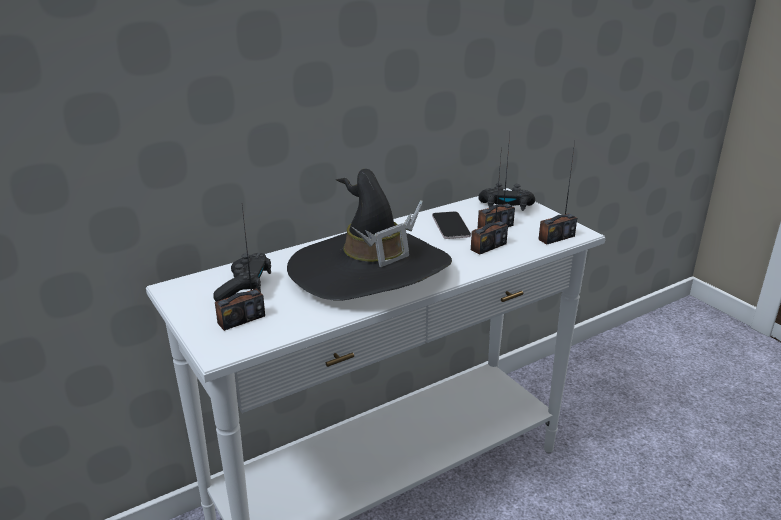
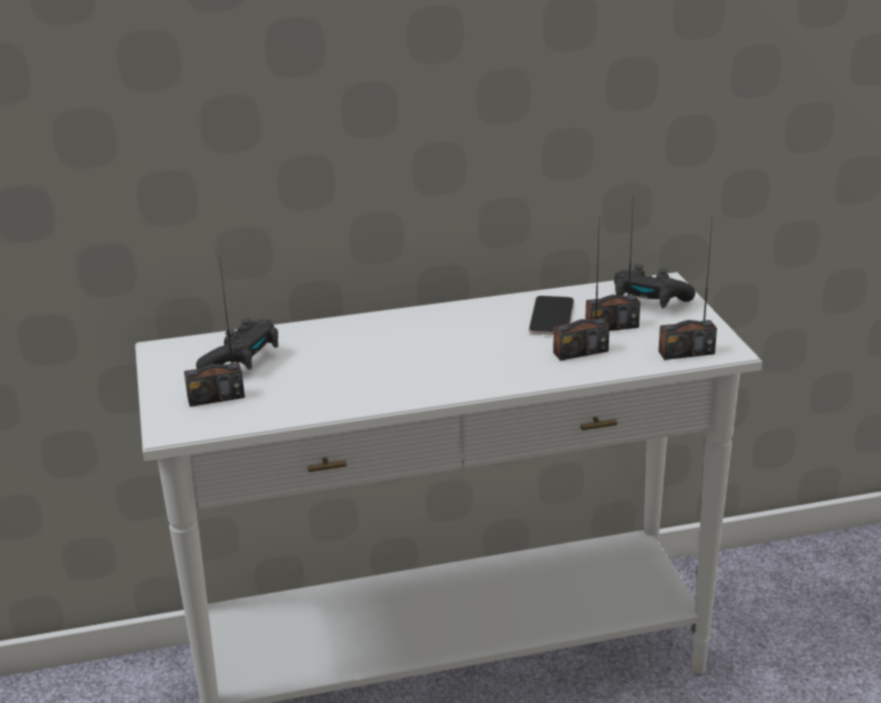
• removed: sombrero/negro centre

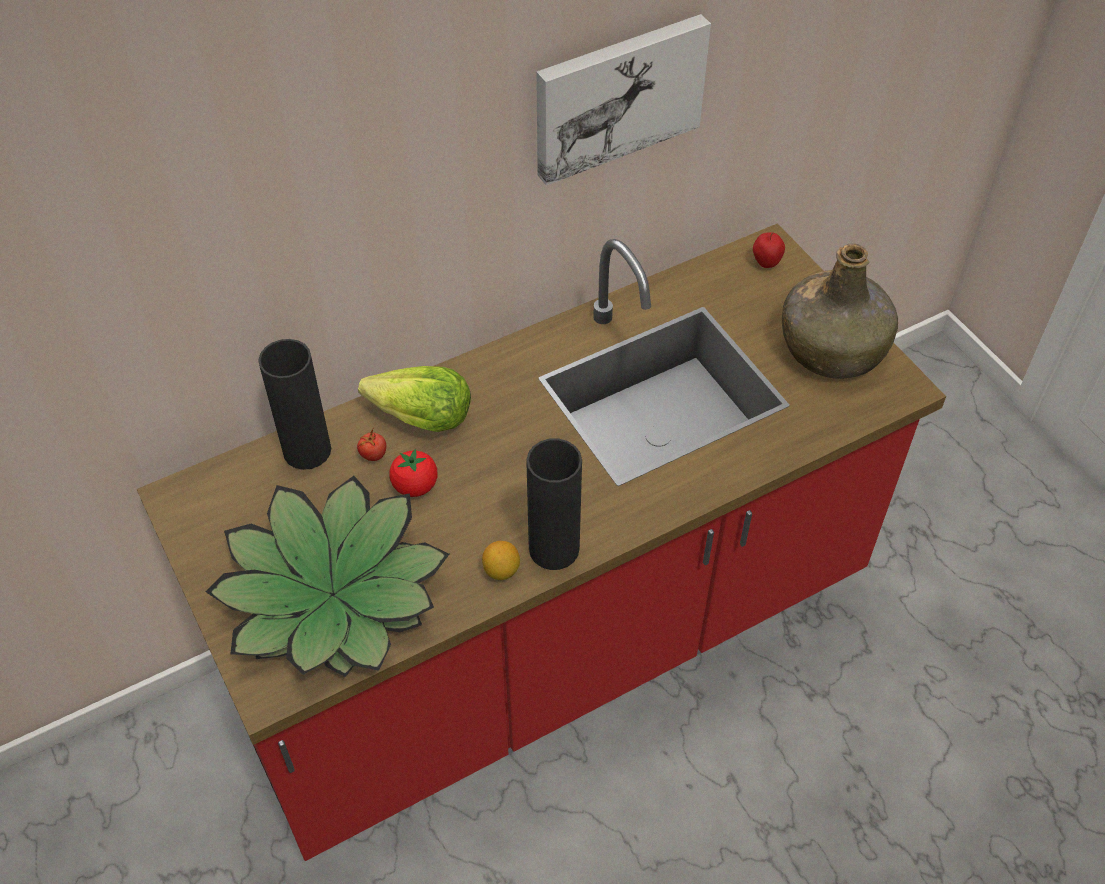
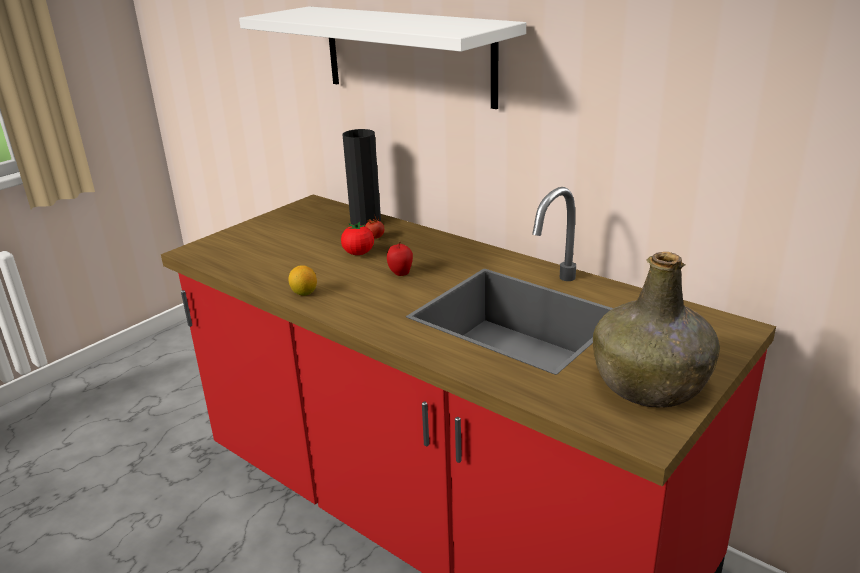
• added: estante/blanco top centre
• moved: manzana top right to centre
• removed: planta en maceta middle left
• removed: lechuga centre
• removed: florero/negro (2nd from left) centre
• removed: cuadro top centre

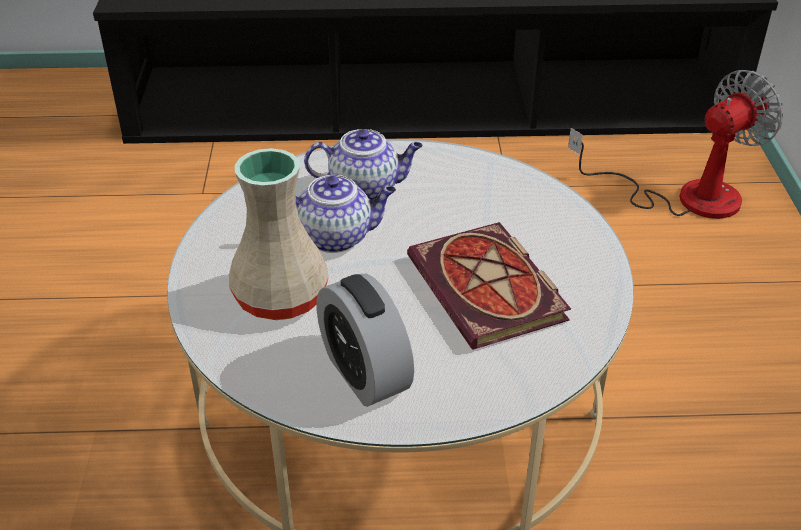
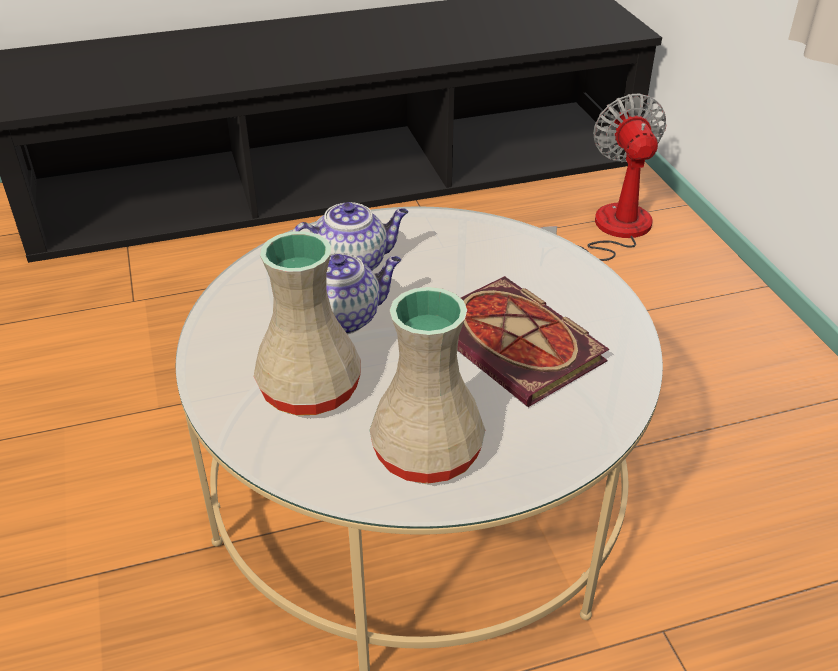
• replaced: despertador centre to florero/beis (2nd from left) centre
• turned: ventilador top right = top right 45 degrees counterclockwise

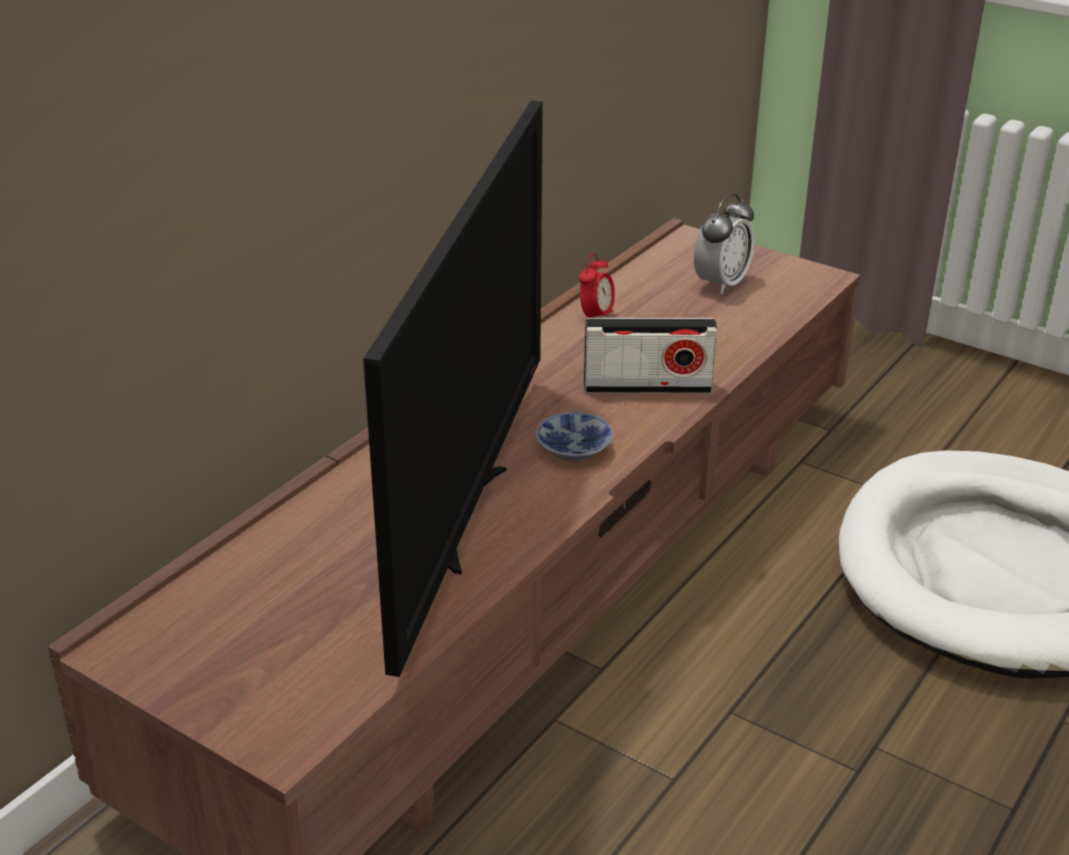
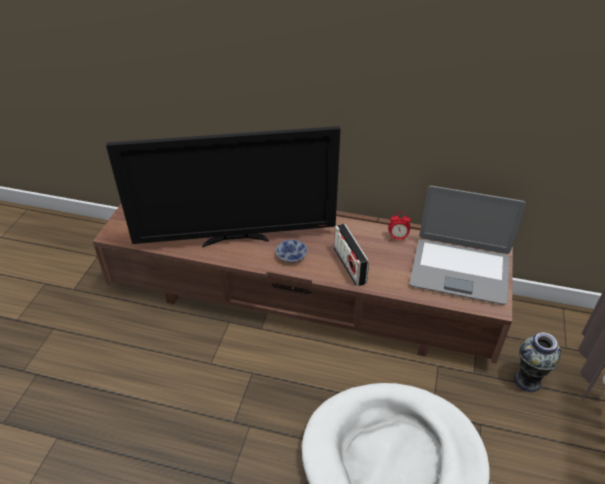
• replaced: despertador (2nd from left) top right to portátil middle right
• added: florero bottom right

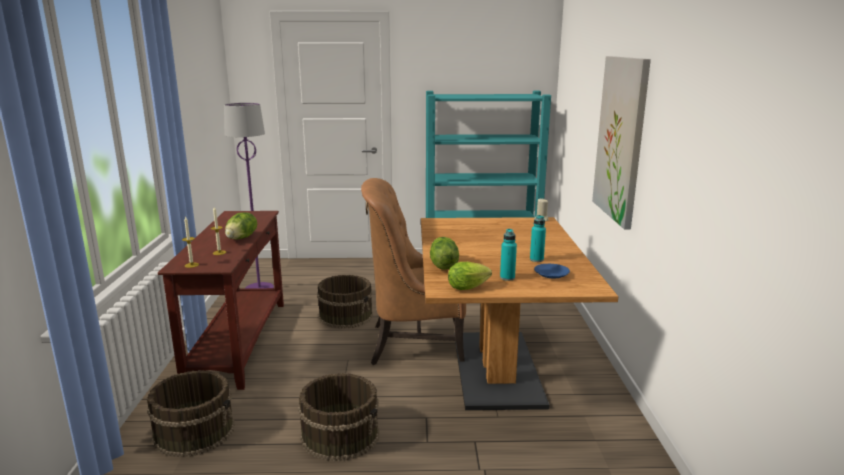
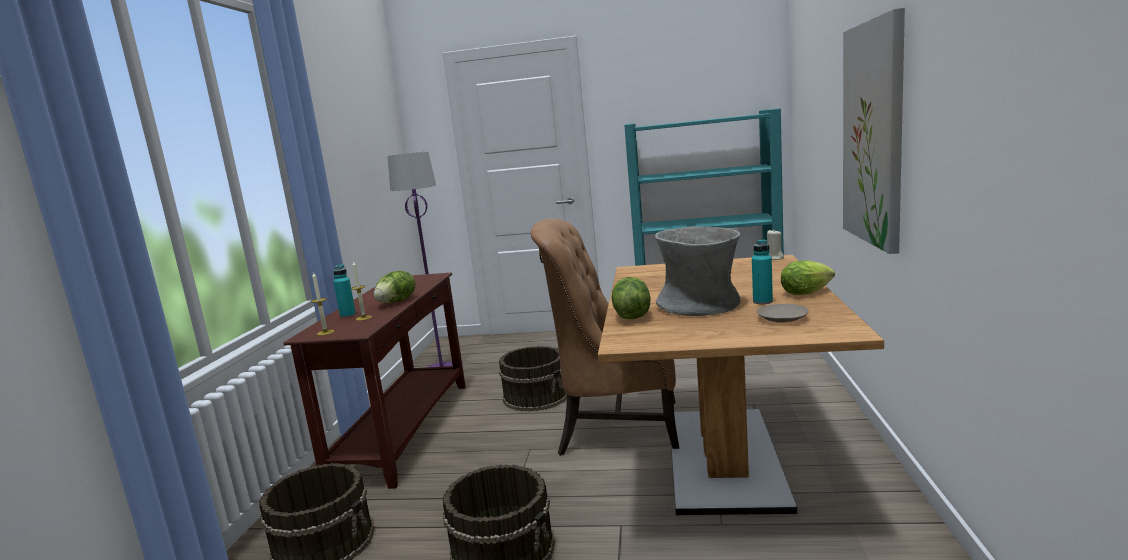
• moved: botella/turquesa (1st from left) centre to middle left
• added: florero/gris centre
• recoloured: plato/azul centre to plato/beis middle right
• moved: lechuga (3rd from left) centre to middle right

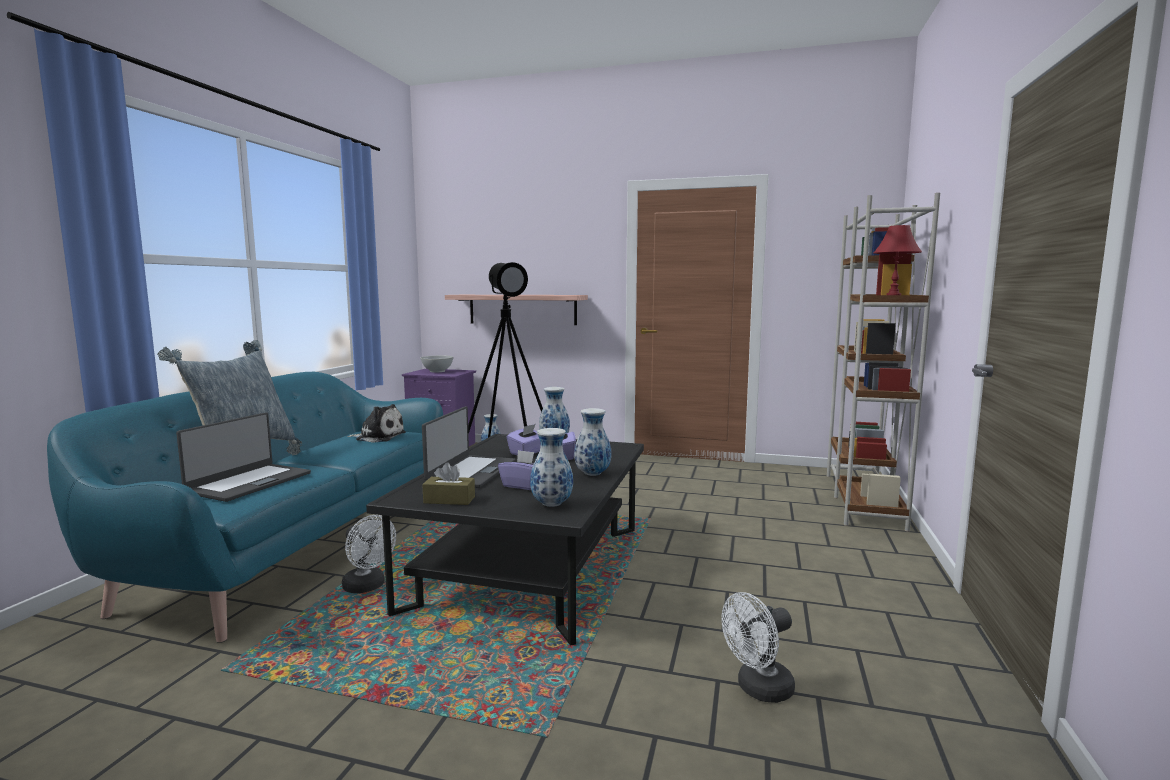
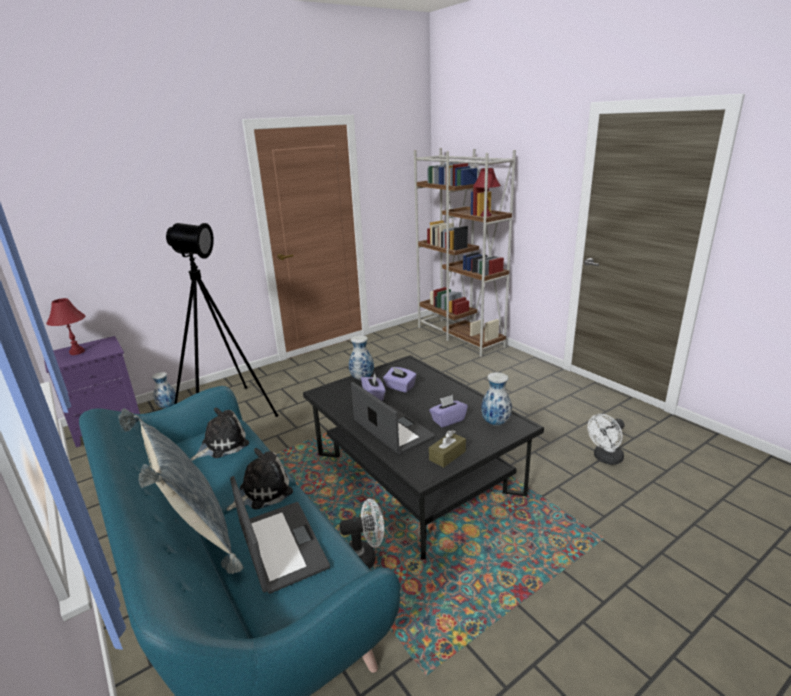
• replaced: cuenco/blanco centre to lámpara de mesa/rojo (1st from left) middle left
• added: peluche (2nd from left) bottom left
• turned: ventilador/blanco (2nd from left) bottom centre = middle right 45 degrees clockwise
• removed: estante centre
• removed: florero (4th from left) centre

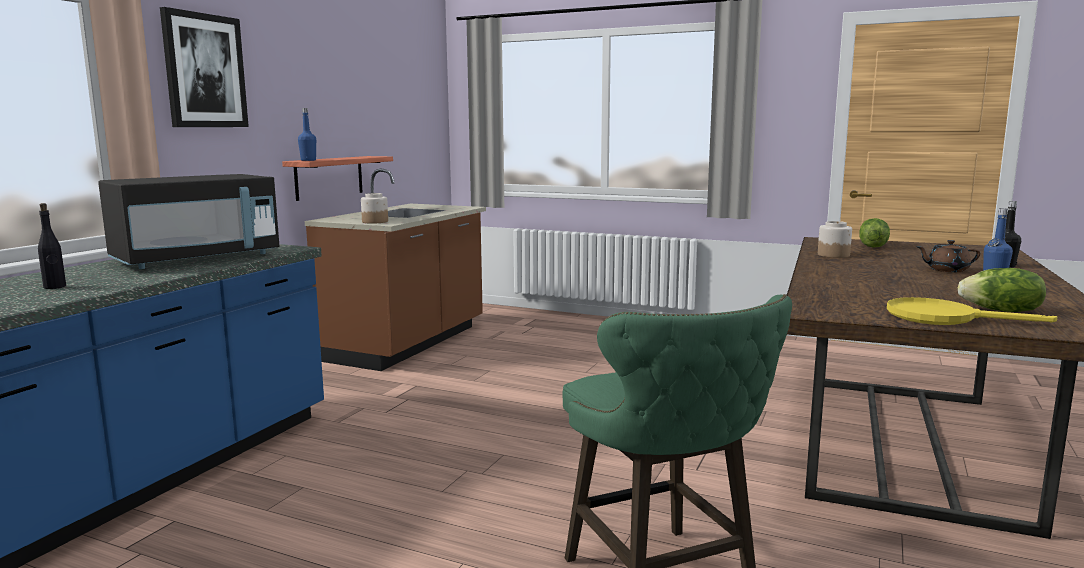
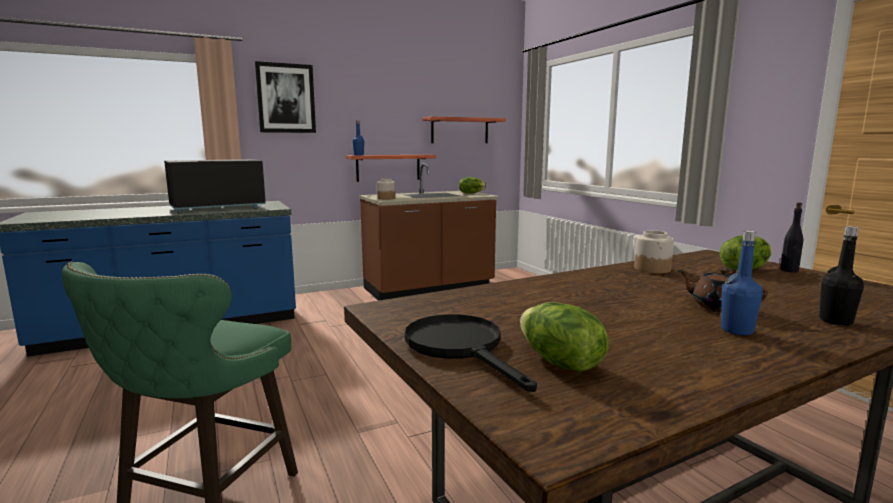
• turned: microondas/negro middle left = middle left 150 degrees clockwise
• recoloured: sartén/amarillo middle right to sartén/negro bottom centre
• added: estante (2nd from left) top centre
• added: lechuga (1st from left) centre
• moved: botella/negro (1st from left) middle left to middle right

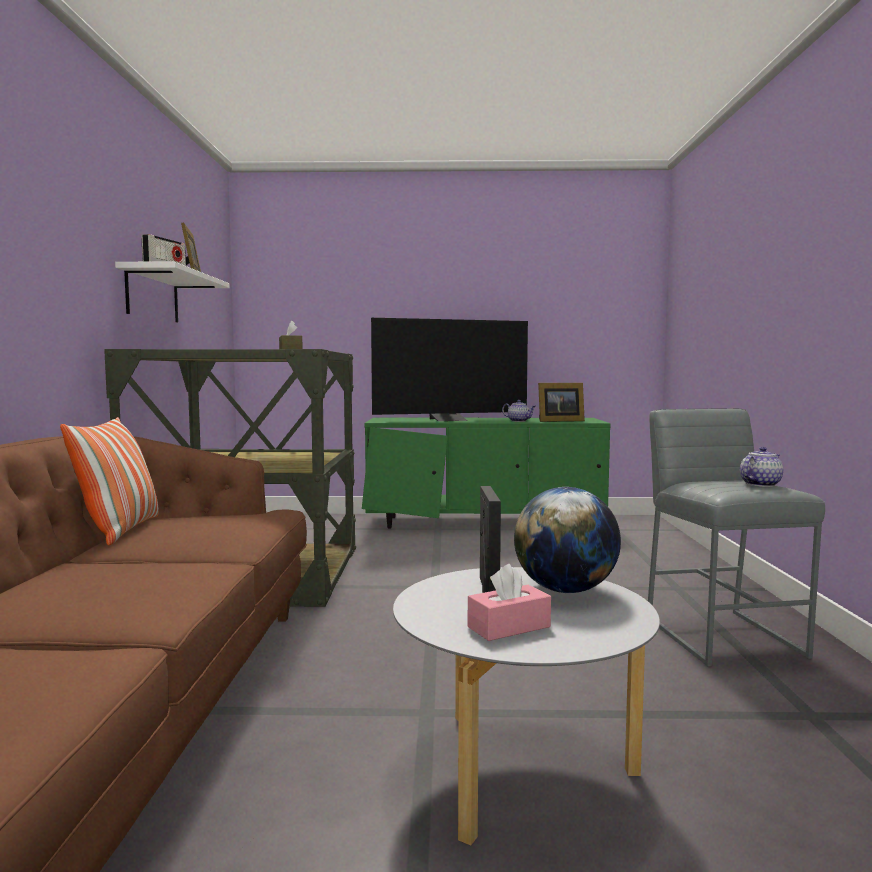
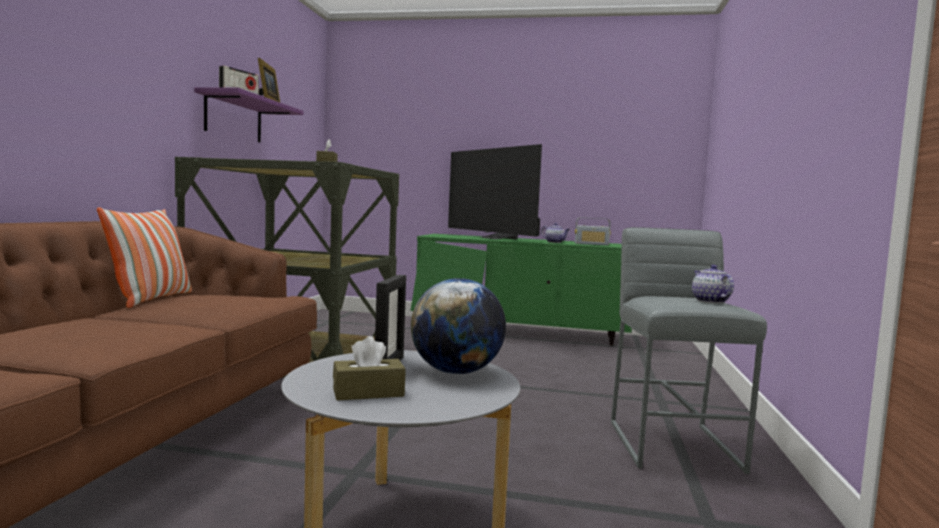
• recoloured: estante/blanco middle left to estante/morado top left
• recoloured: caja de pañuelos/rosa bottom centre to caja de pañuelos/marrón (2nd from left) bottom centre
• turned: televisor centre = centre 60 degrees clockwise
• replaced: portarretratos (3rd from left) centre to radio (2nd from left) centre
• turned: tetera (2nd from left) middle right = middle right 75 degrees counterclockwise

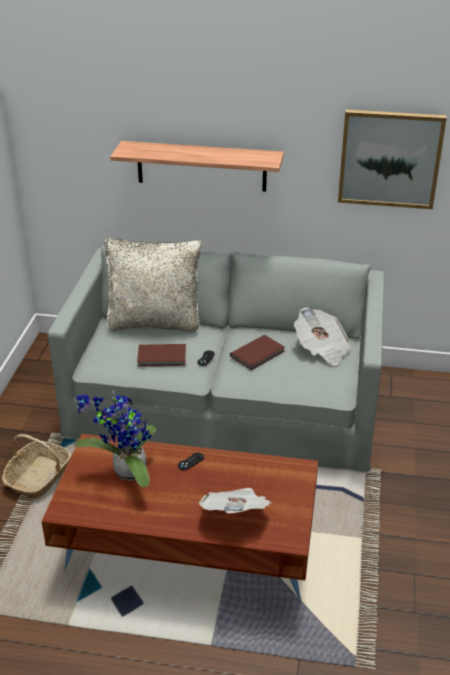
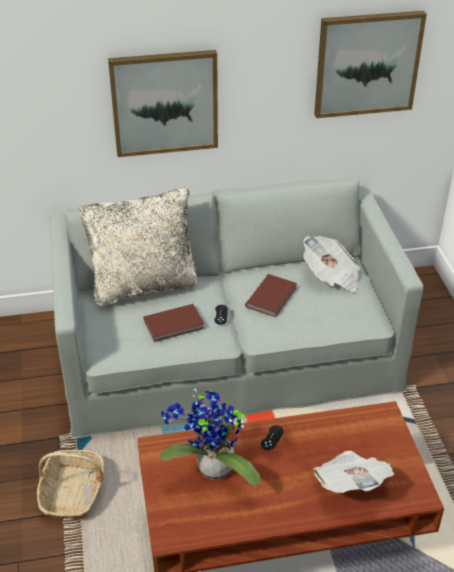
• replaced: estante top centre to cuadro (1st from left) top centre

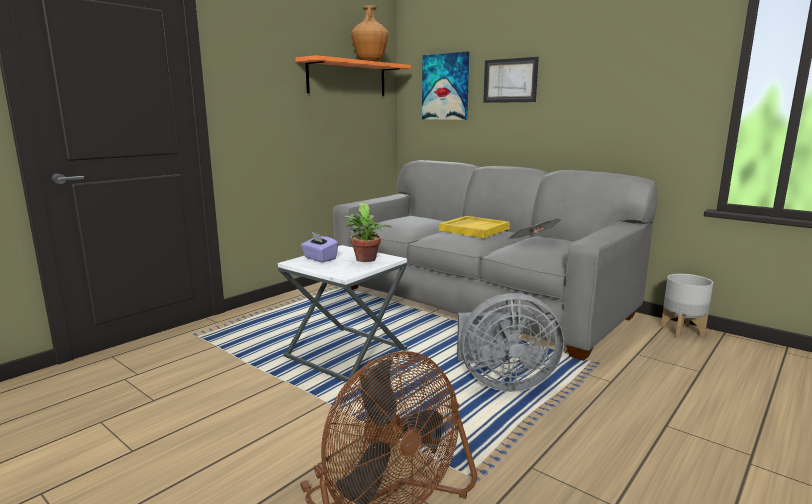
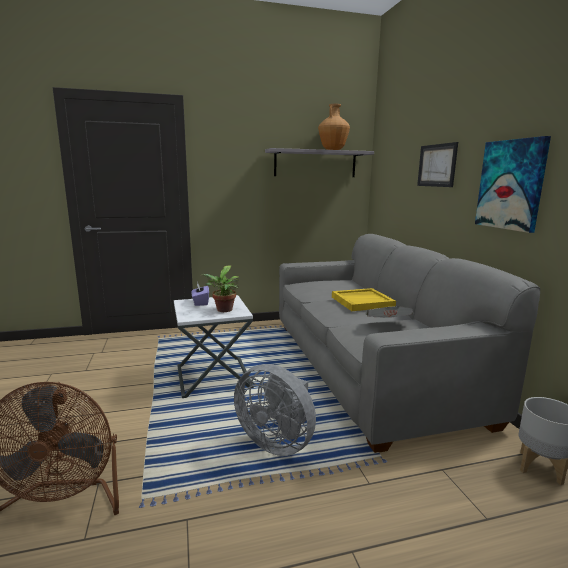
• recoloured: estante/naranja top centre to estante/gris top centre
• moved: cuadro (1st from left in the first image) top centre to cuadro (2nd from left) top right

